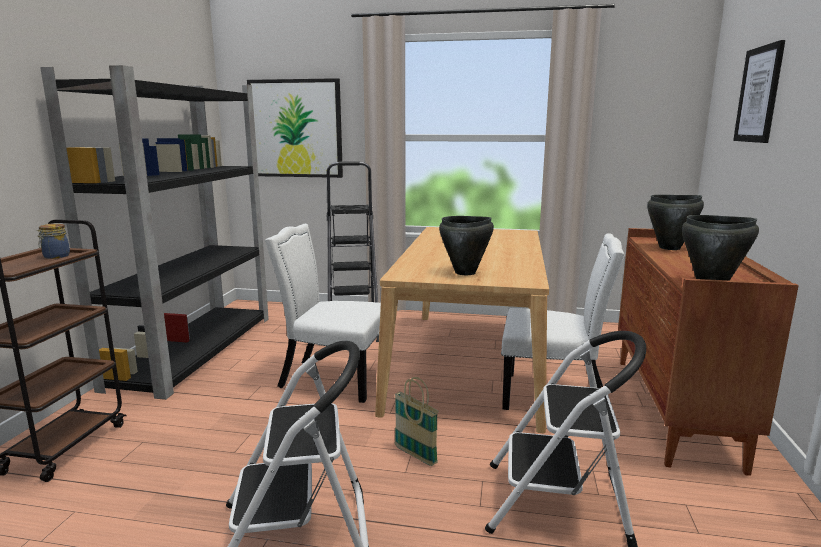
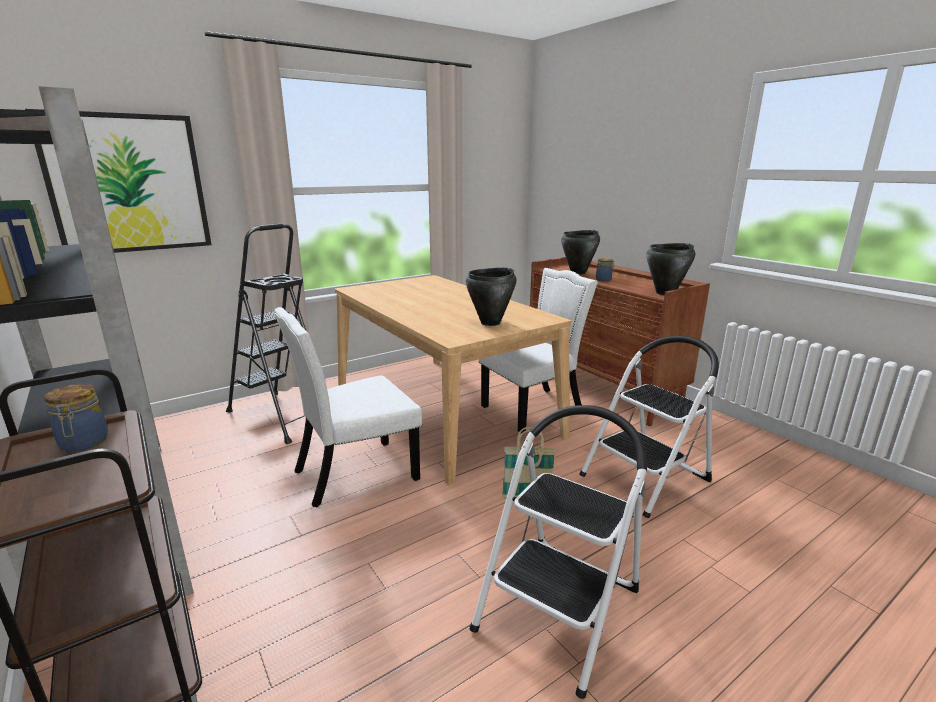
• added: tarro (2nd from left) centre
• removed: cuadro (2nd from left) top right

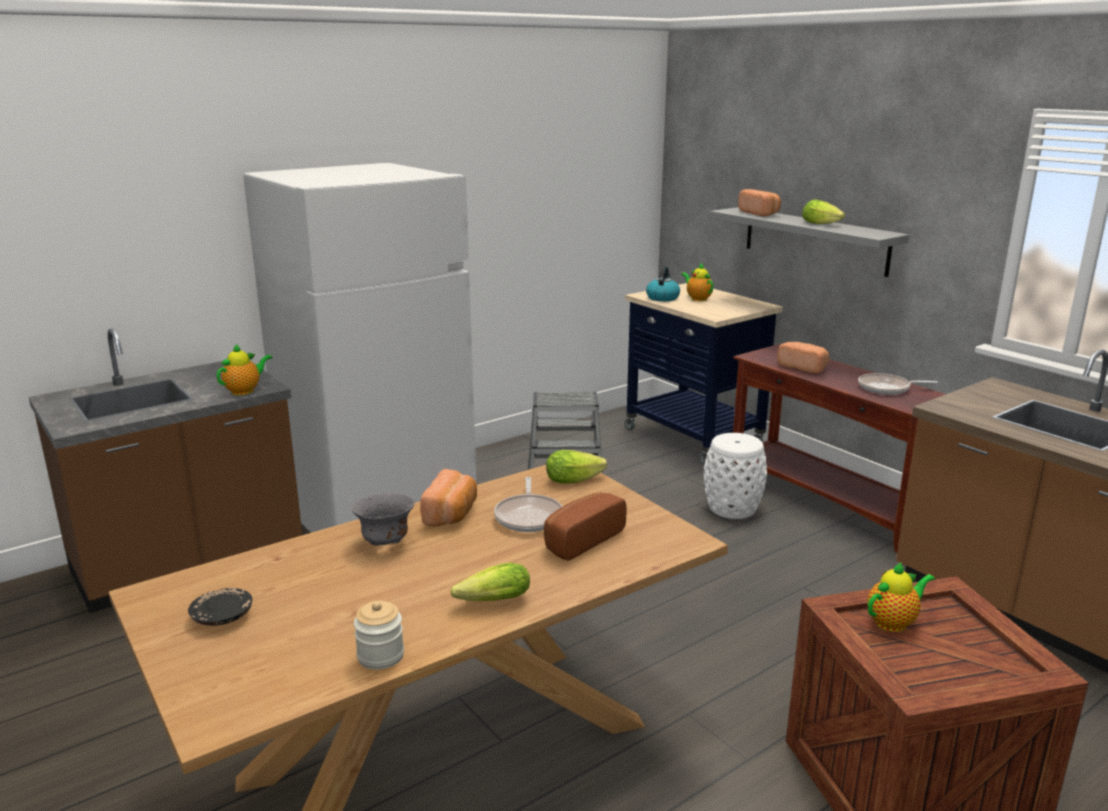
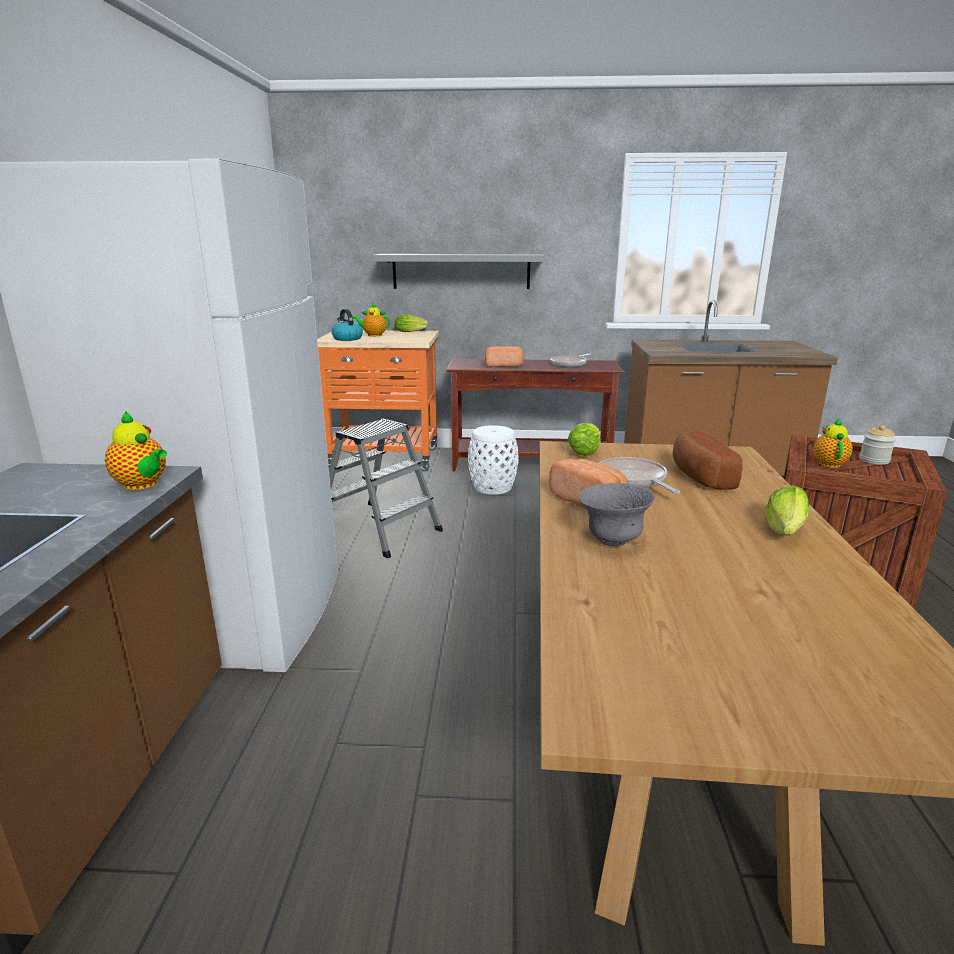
• turned: tetera (1st from left) middle left = middle left 135 degrees clockwise
• recoloured: carrito/azul centre to carrito/naranja centre
• moved: lechuga (3rd from left in the first image) top right to lechuga (1st from left) centre
• turned: sartén (1st from left in the first image) centre = middle right 150 degrees counterclockwise
• moved: tarro bottom centre to middle right
• removed: plato/negro bottom left
• removed: pan (3rd from left) top right

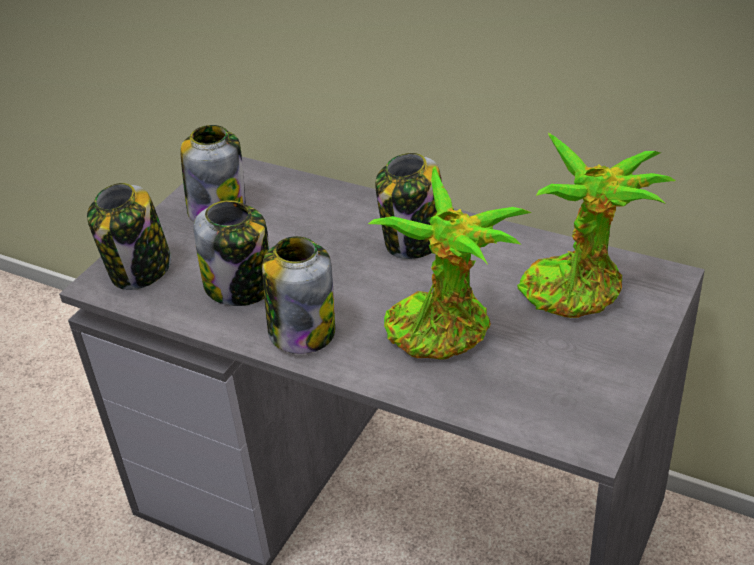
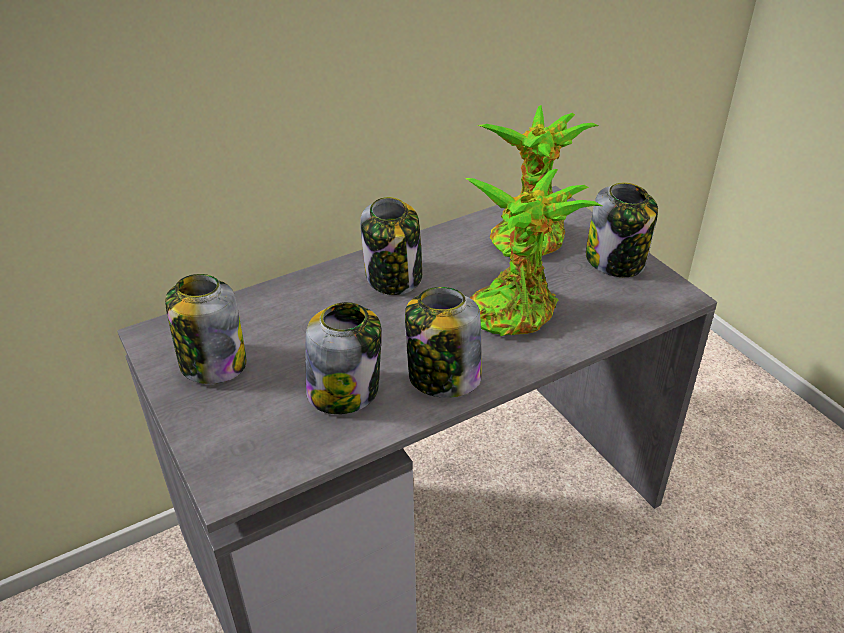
• moved: tarro (1st from left in the first image) middle left to tarro (5th from left) middle right

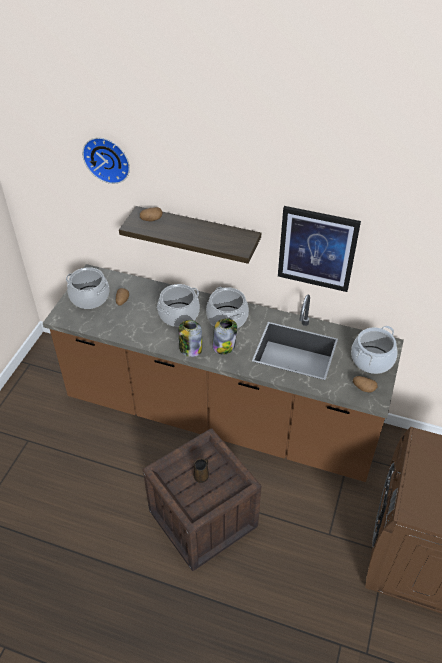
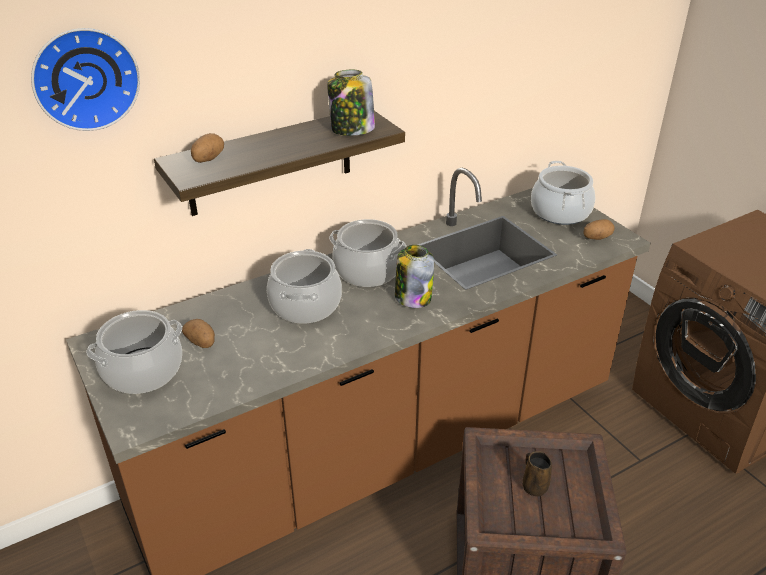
• moved: tarro (1st from left) centre to top centre
• removed: cuadro middle right

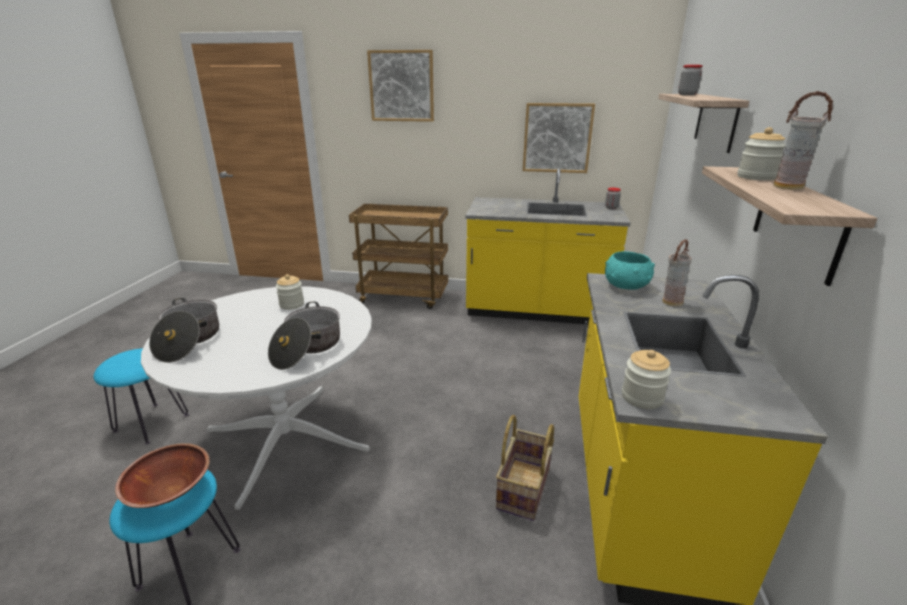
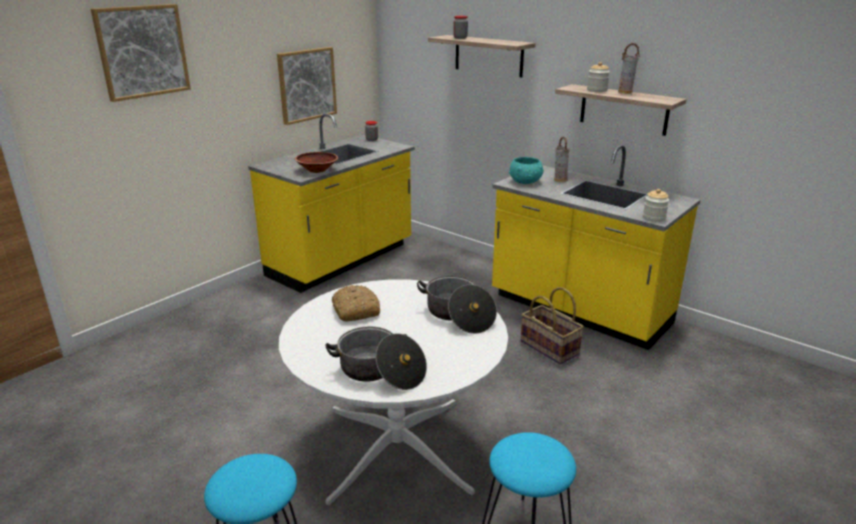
• moved: cuenco/marrón bottom left to top centre
• replaced: tarro (1st from left) middle left to pan centre
• removed: carrito/marrón centre

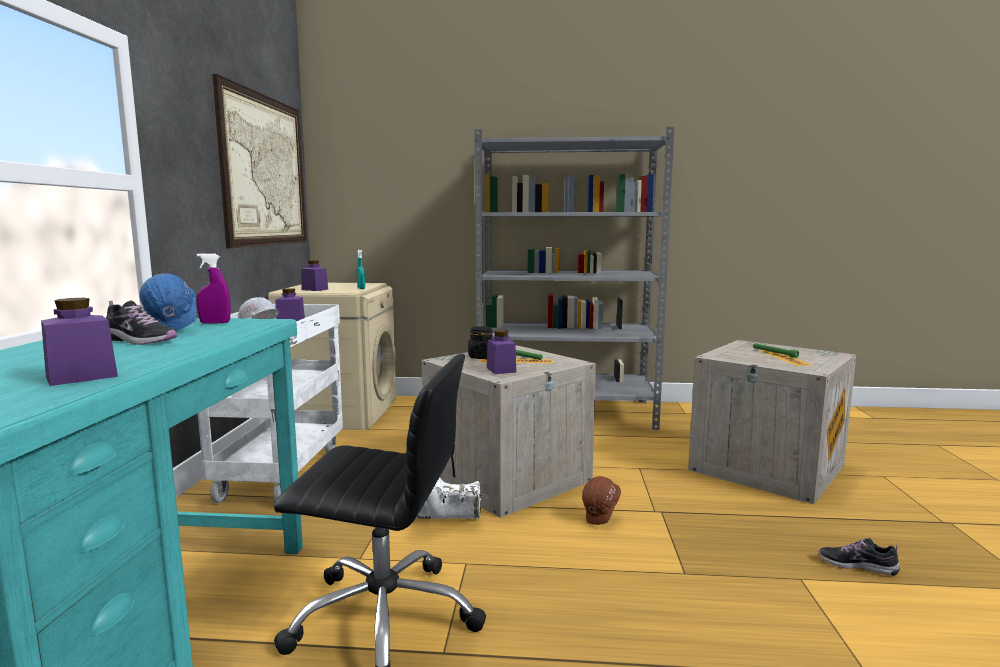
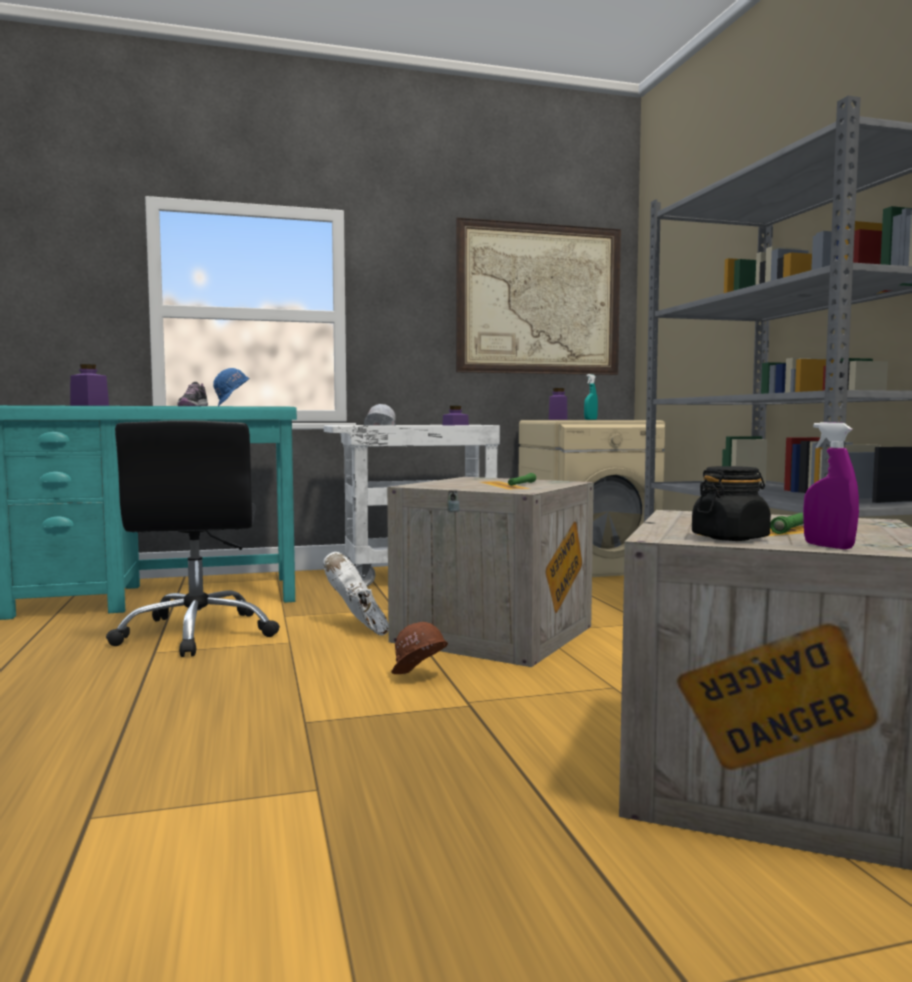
• moved: tarro/negro centre to middle right
• moved: pulverizador/morado middle left to middle right
• removed: tarro/morado (4th from left) centre
• removed: zapato (2nd from left) bottom right

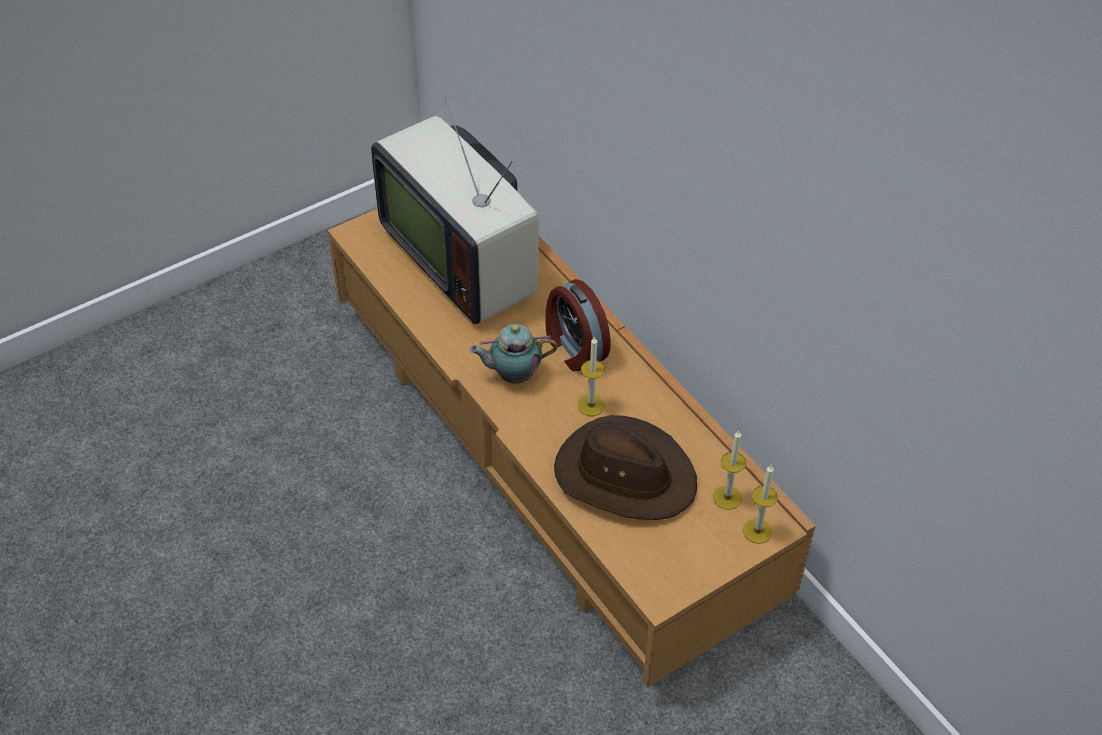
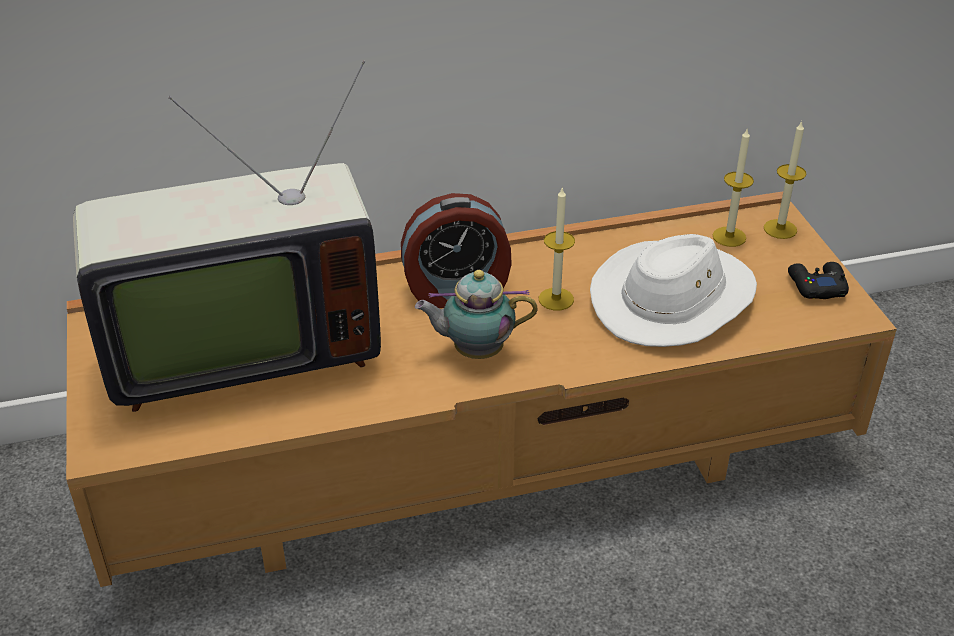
• turned: tetera centre = centre 75 degrees clockwise
• recoloured: sombrero/marrón centre to sombrero/blanco middle right
• added: mando de consola/negro middle right

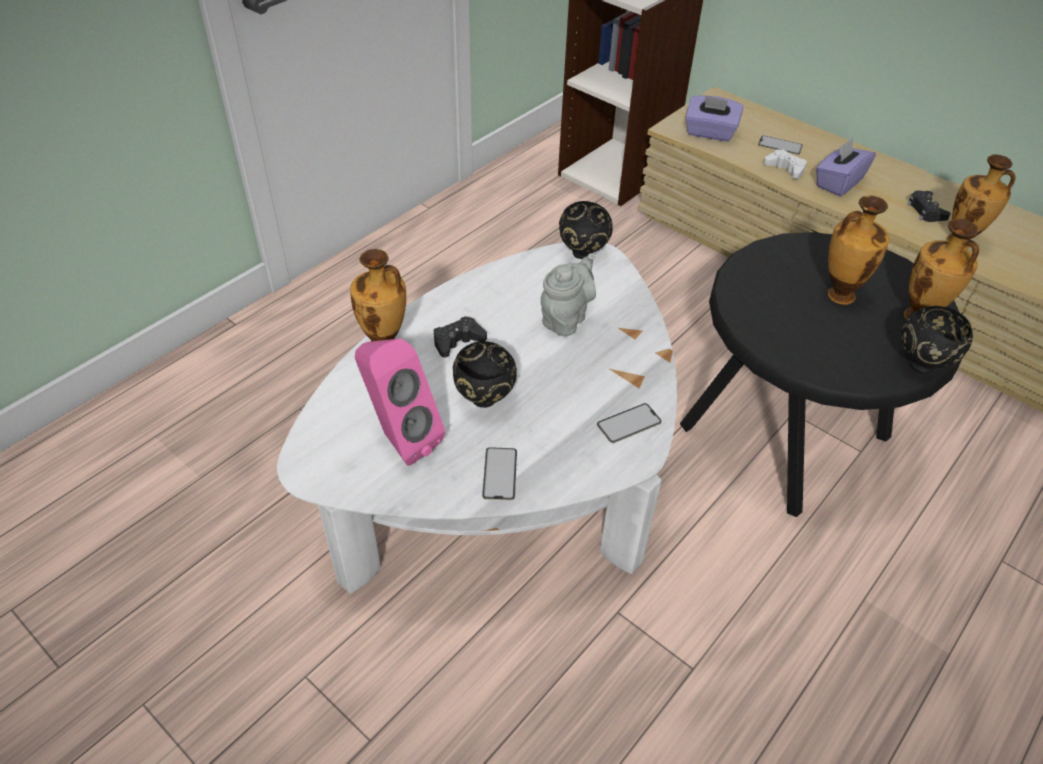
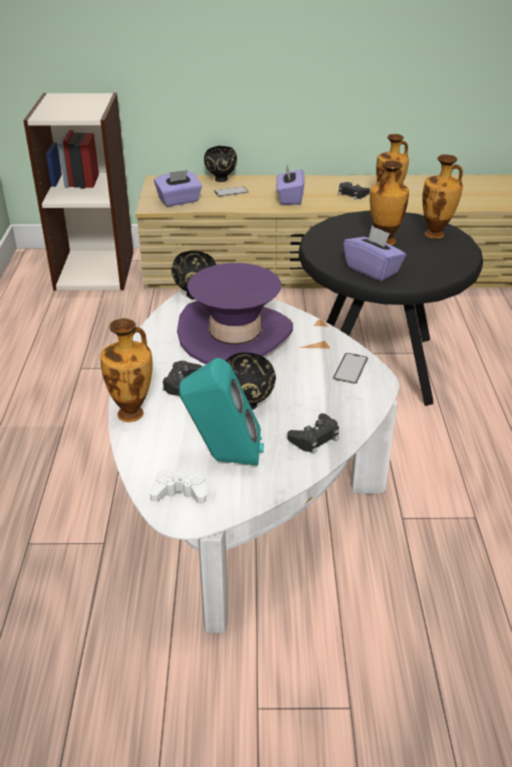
• moved: mando de consola/blanco top right to centre
• replaced: tetera/gris centre to sombrero/morado centre
• recoloured: altavoz/rosa centre to altavoz/turquesa centre
• moved: cuenco/negro (3rd from left in the first image) middle right to cuenco/negro (2nd from left) top centre
• replaced: móvil (1st from left) centre to mando de consola/negro (2nd from left) centre
• added: caja de pañuelos/morado (3rd from left) top right

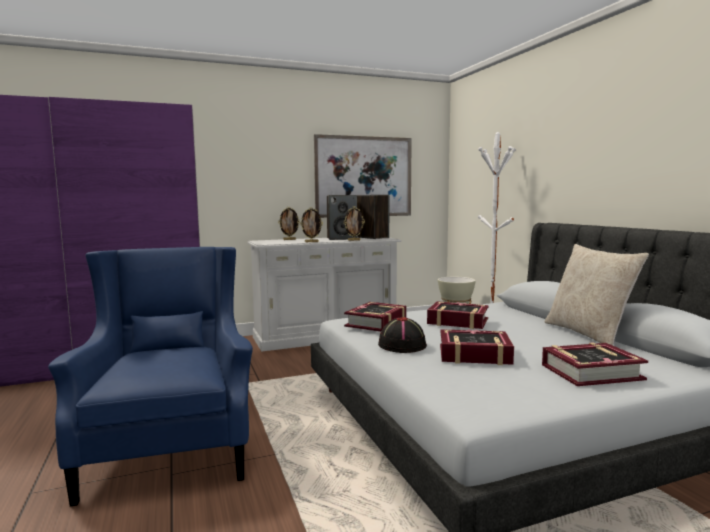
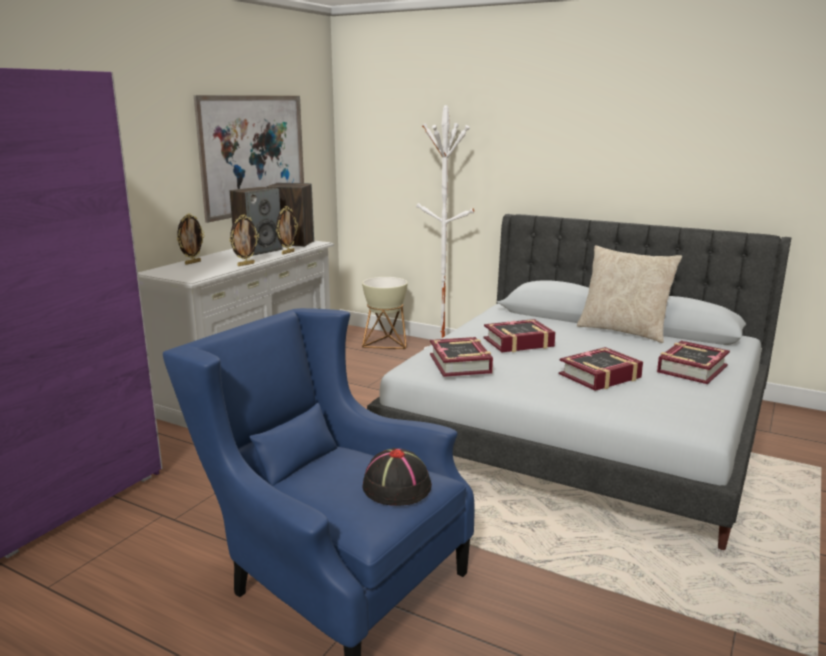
• moved: sombrero/negro centre to bottom centre

